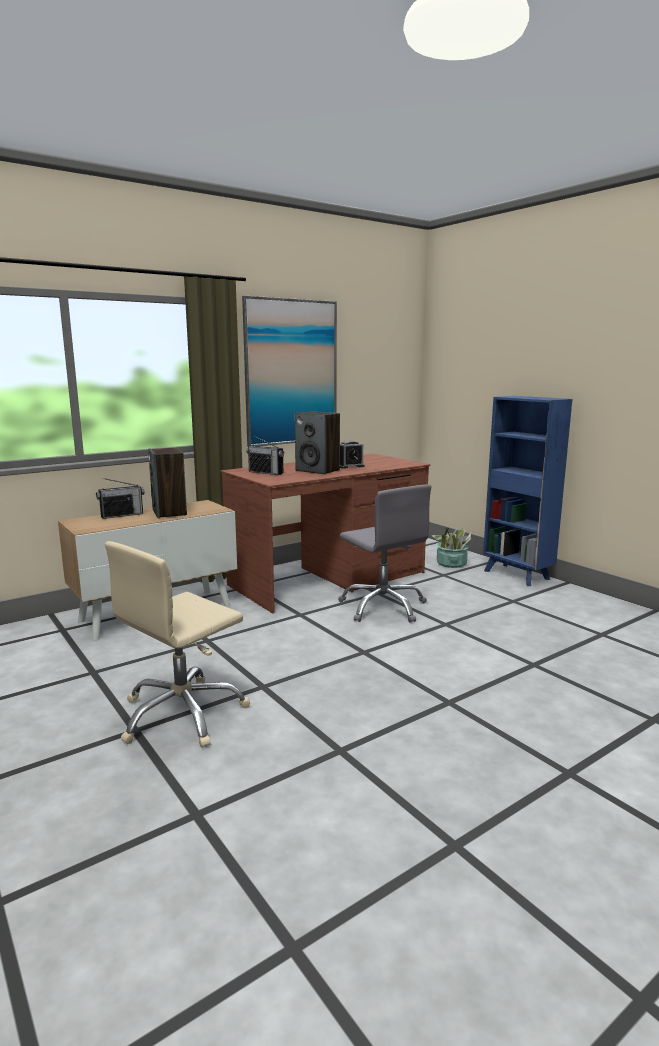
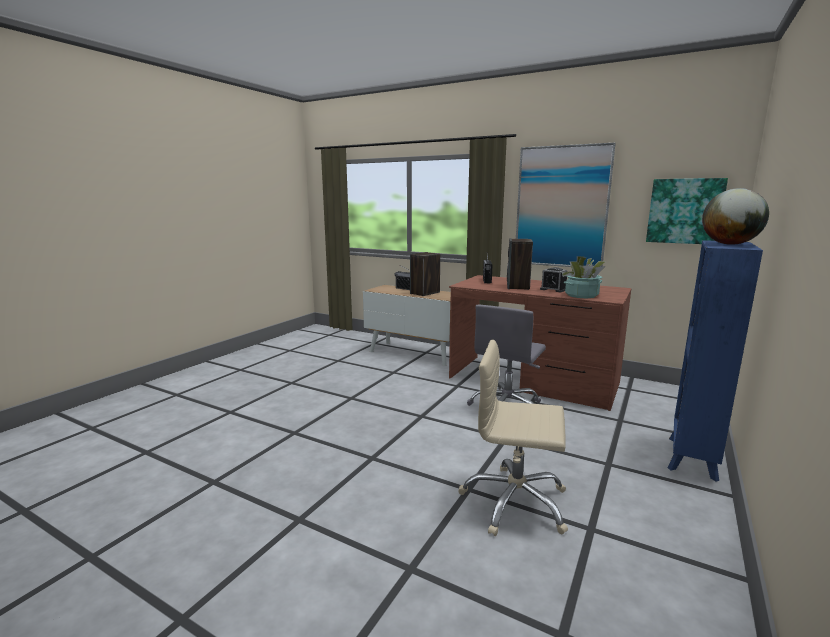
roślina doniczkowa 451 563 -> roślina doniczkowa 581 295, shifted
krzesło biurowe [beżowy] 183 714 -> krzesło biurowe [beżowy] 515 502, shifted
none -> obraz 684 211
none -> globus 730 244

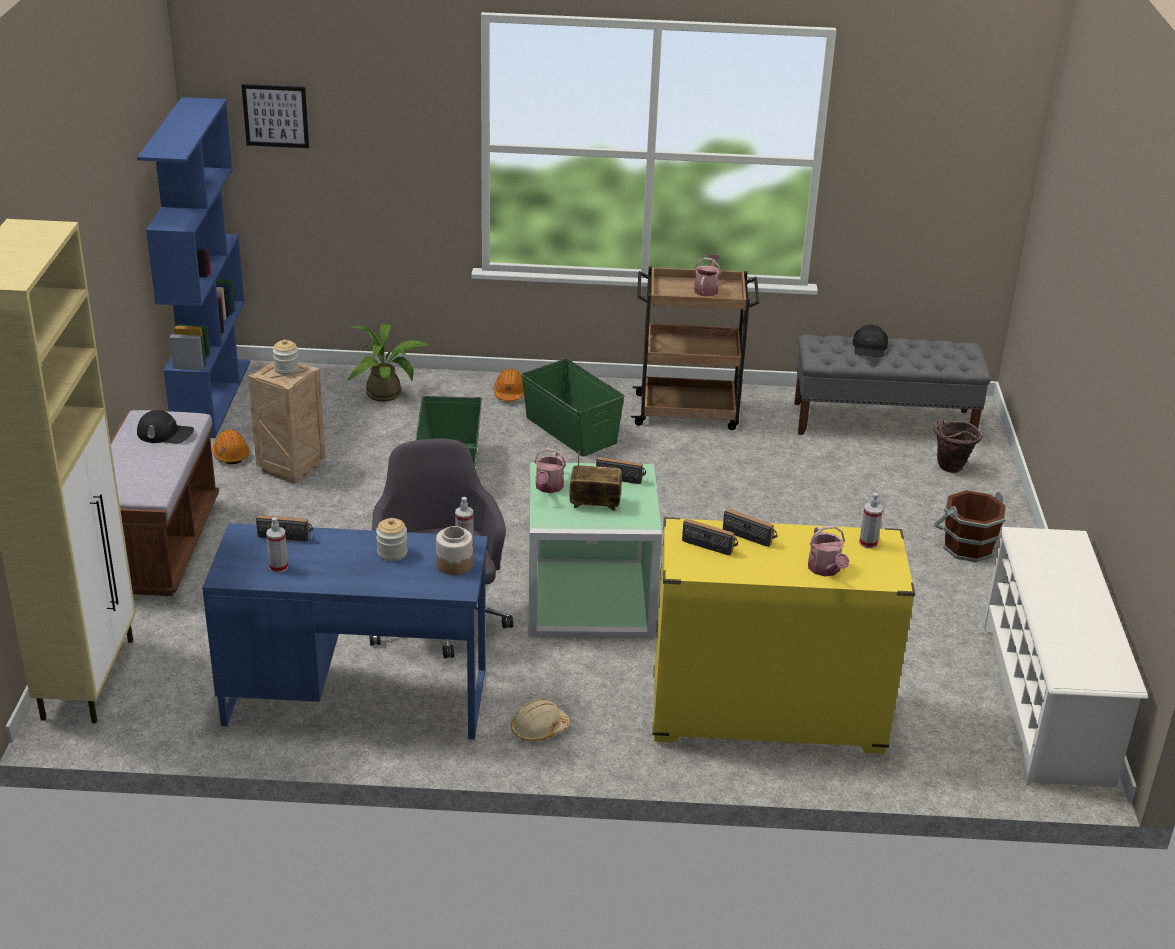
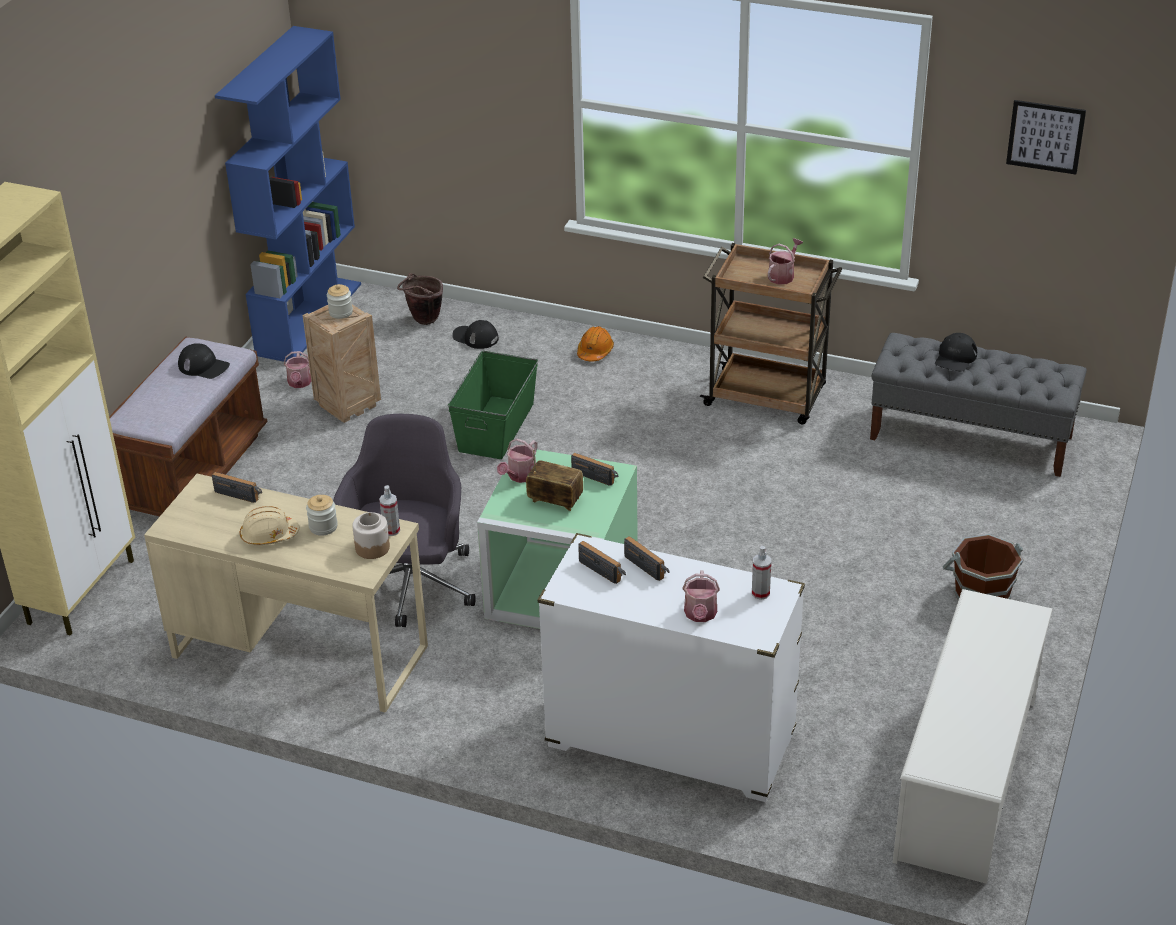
obraz 275 116 -> obraz 1045 136, shifted
roślina doniczkowa 388 394 -> czapka z daszkiem [czarny] 475 337
pojemnik do przechowywania [zielony] 571 429 -> none
wiadro [brązowy] 950 469 -> wiadro [brązowy] 423 321, shifted
kask [pomarańczowy] 231 454 -> konewka 299 383
spryskiwacz 278 567 -> none
komoda [żółty] 766 716 -> komoda [biały] 670 741
biurko [niebieski] 355 697 -> biurko [beżowy] 299 651
kask [beżowy] 539 729 -> kask [beżowy] 269 535, shifted

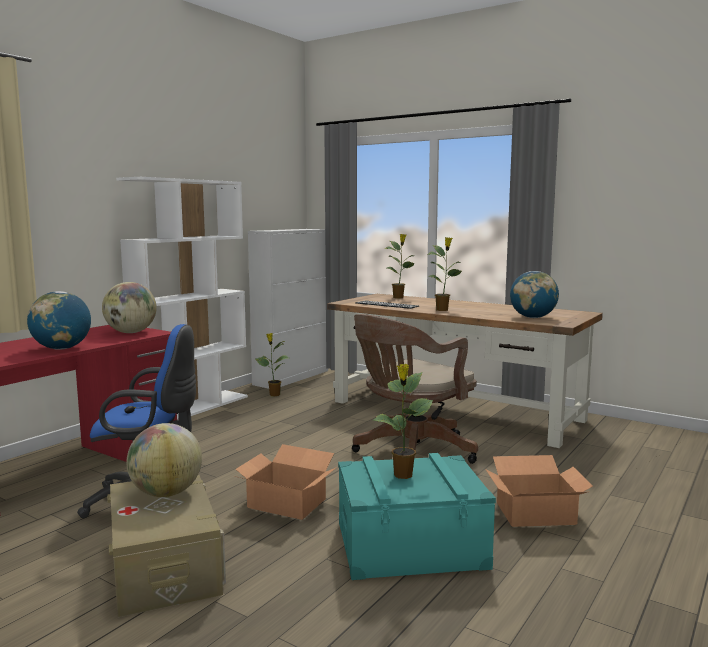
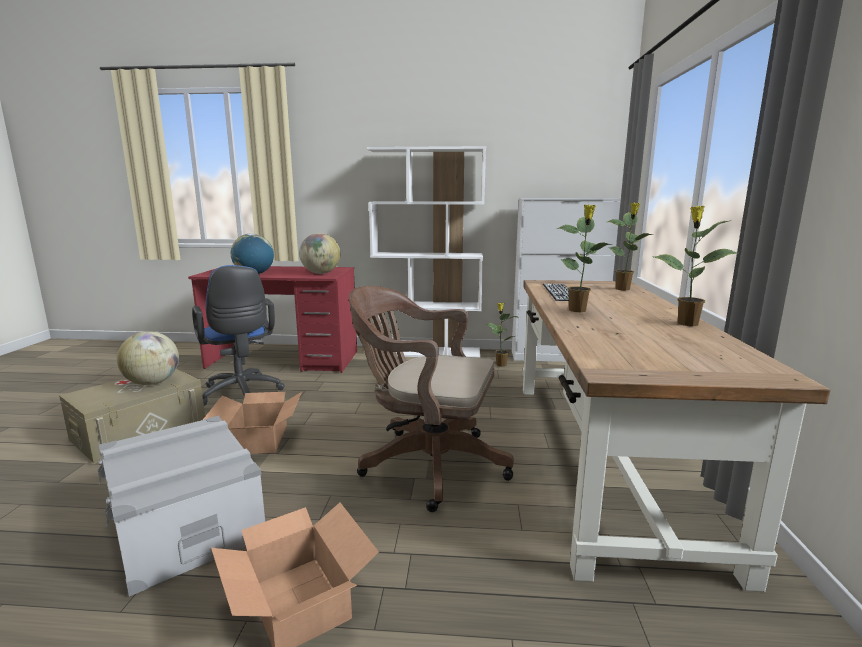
globus 533 317 -> none
roślina doniczkowa 403 475 -> roślina doniczkowa 686 323, shifted
pojemnik do przechowywania [turkusowy] 410 544 -> pojemnik do przechowywania [szary] 186 523

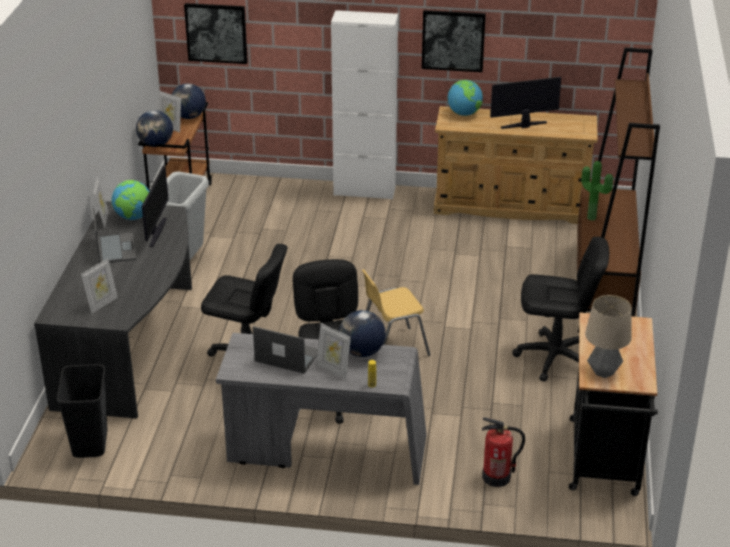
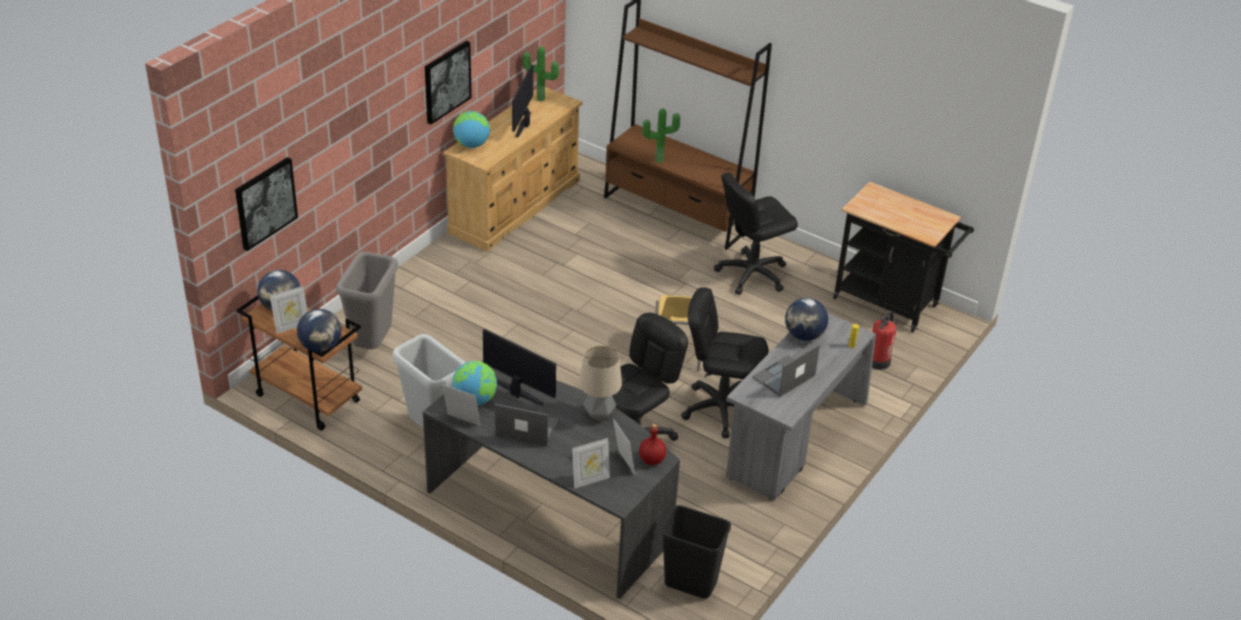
szafka [biały] 364 191 -> none
krzesło biurowe [czarny] 555 358 -> krzesło biurowe [czarny] 751 274, 150 degrees counterclockwise
lampa stołowa 603 372 -> lampa stołowa 599 415, shifted
ramka na zdjęcie 333 370 -> ramka na zdjęcie 590 480, shifted
none -> roślina doniczkowa 540 100
none -> kosz na śmieci [szary] 372 345
none -> butelka [czerwony] 652 459

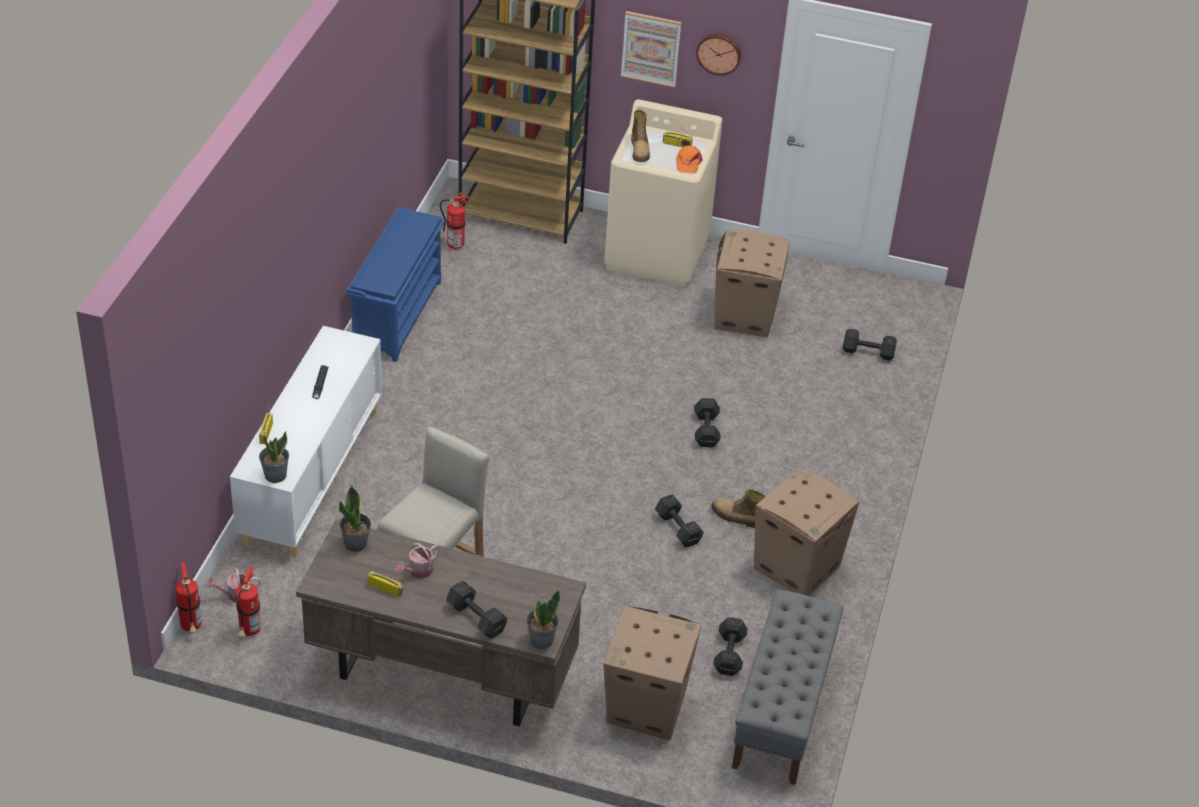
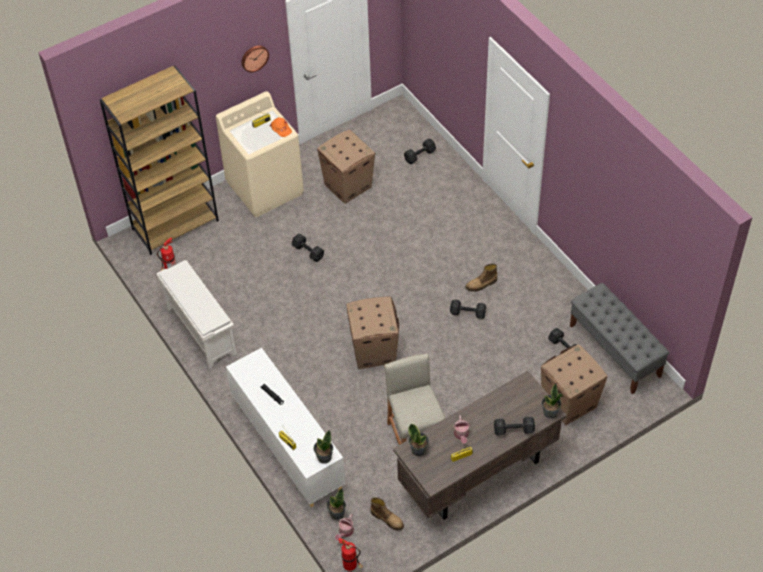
obraz 651 48 -> none
but z cholewką 640 150 -> but z cholewką 387 519, shifted
regał na buty [niebieski] 397 315 -> regał na buty [biały] 200 330
hantel [czarny] 705 431 -> hantel [czarny] 308 252, shifted
karton 797 567 -> karton 374 350, shifted
gaśnica 249 632 -> none
none -> roślina doniczkowa 337 513

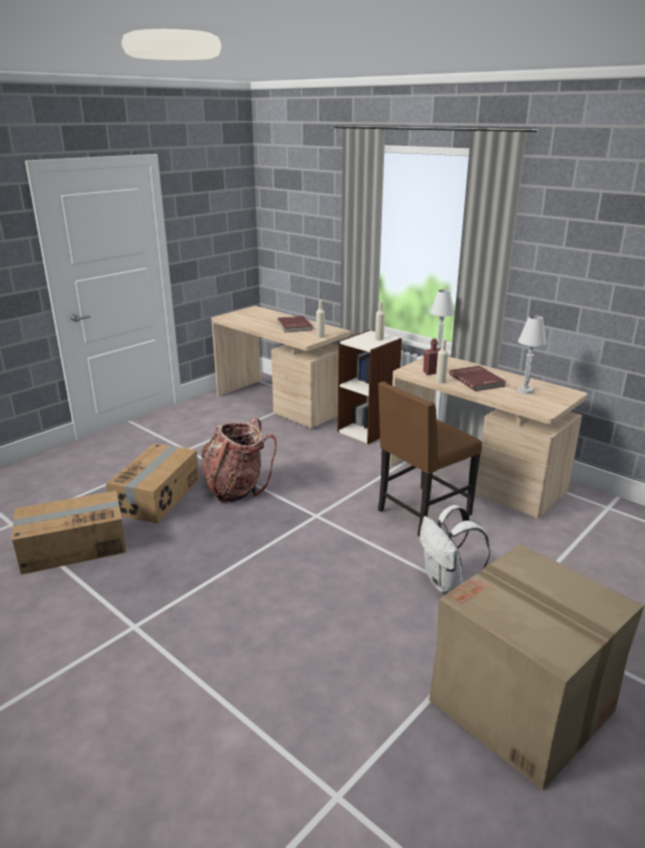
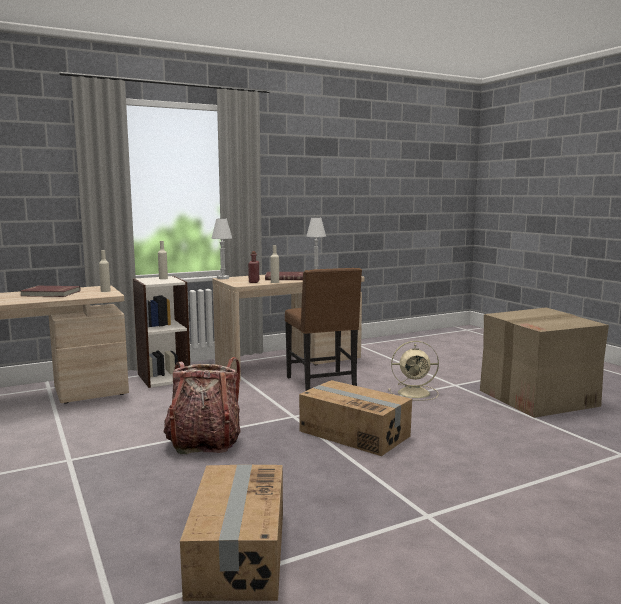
karton 158 496 -> karton 354 433, shifted
plecak [biały] 446 582 -> wentylator [beżowy] 415 393

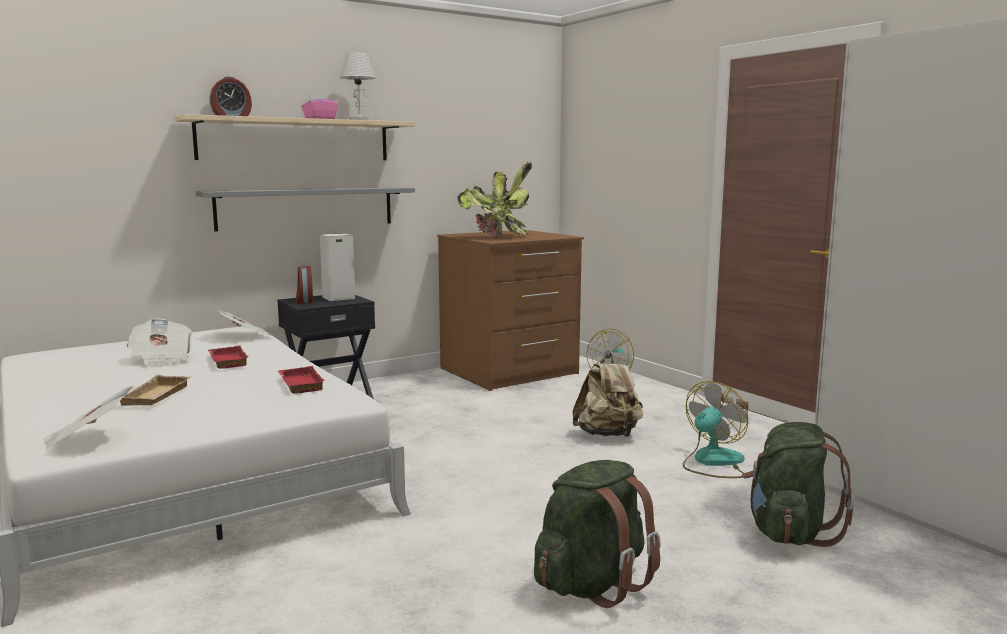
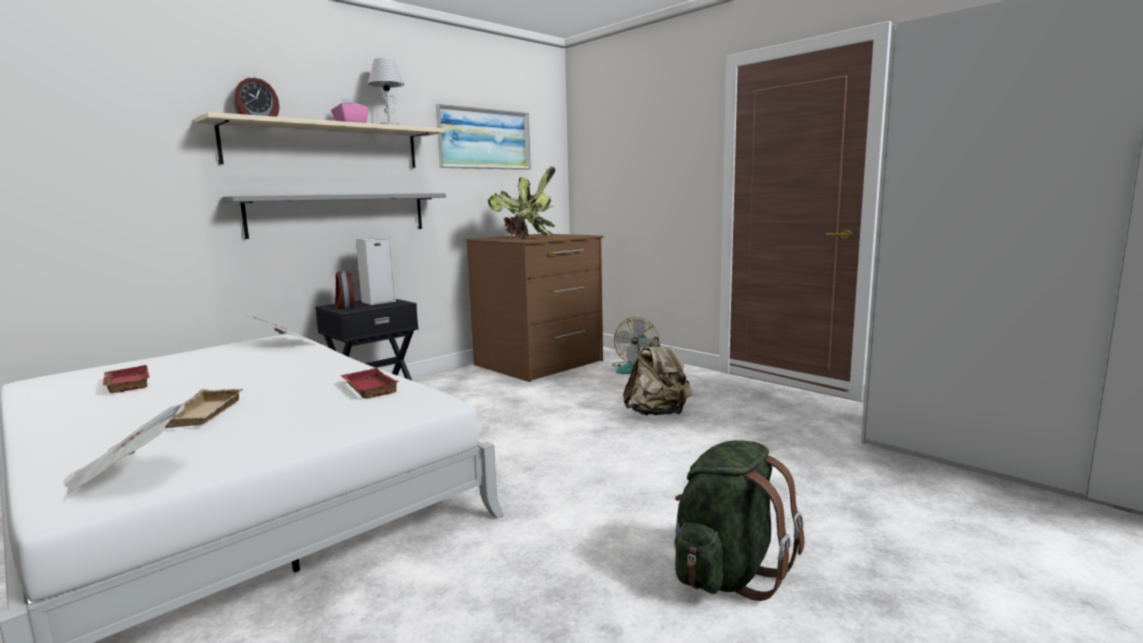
gazeta 161 359 -> none
taca [czerwony] 226 361 -> taca [czerwony] 125 384, shifted
wentylator 712 462 -> none
plecak [zielony] 788 533 -> none
none -> obraz 484 139

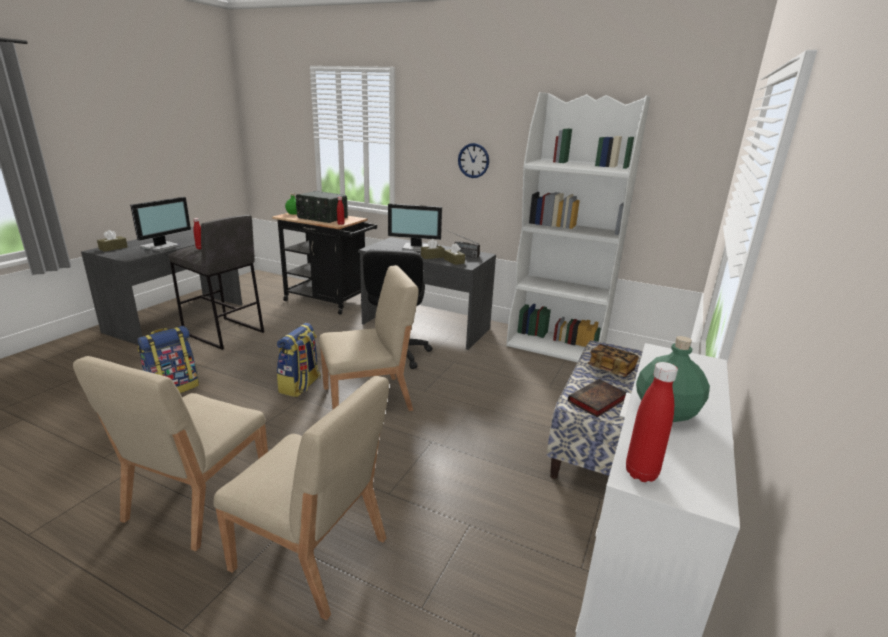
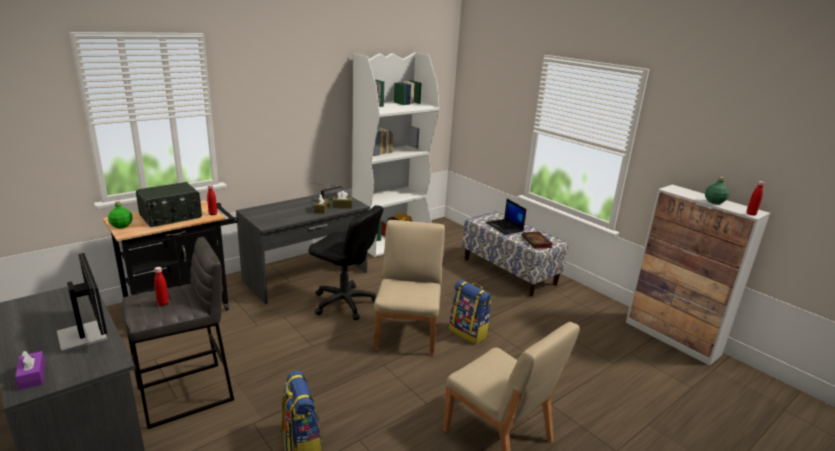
zegar ścienny 473 160 -> none
monitor 416 248 -> none
pudełko chusteczek [brązowy] 113 248 -> pudełko chusteczek [fioletowy] 32 376
plecak 300 386 -> plecak 469 332, shifted
książka 611 369 -> laptop 505 227
krzesło [beżowy] 311 555 -> none

